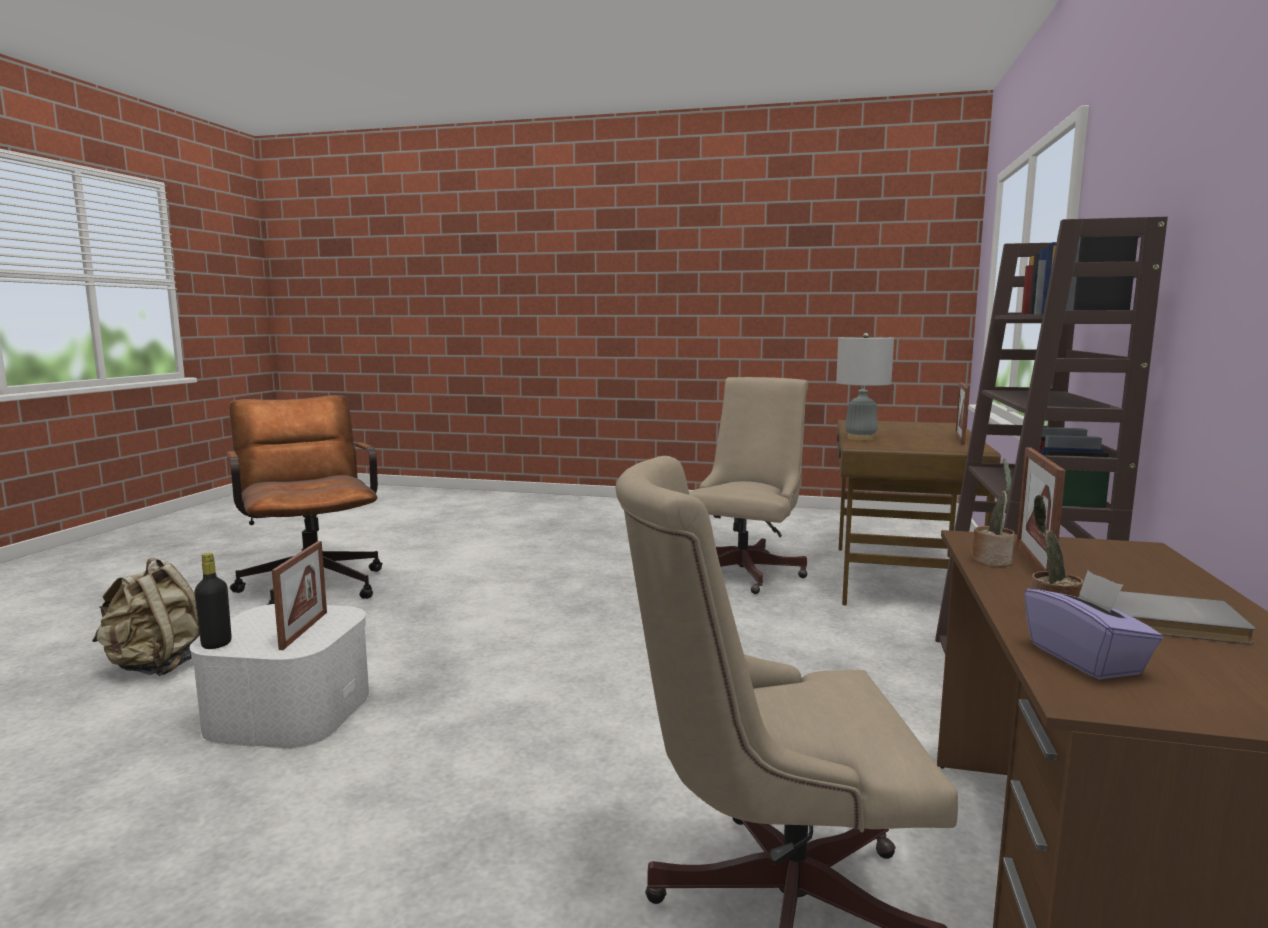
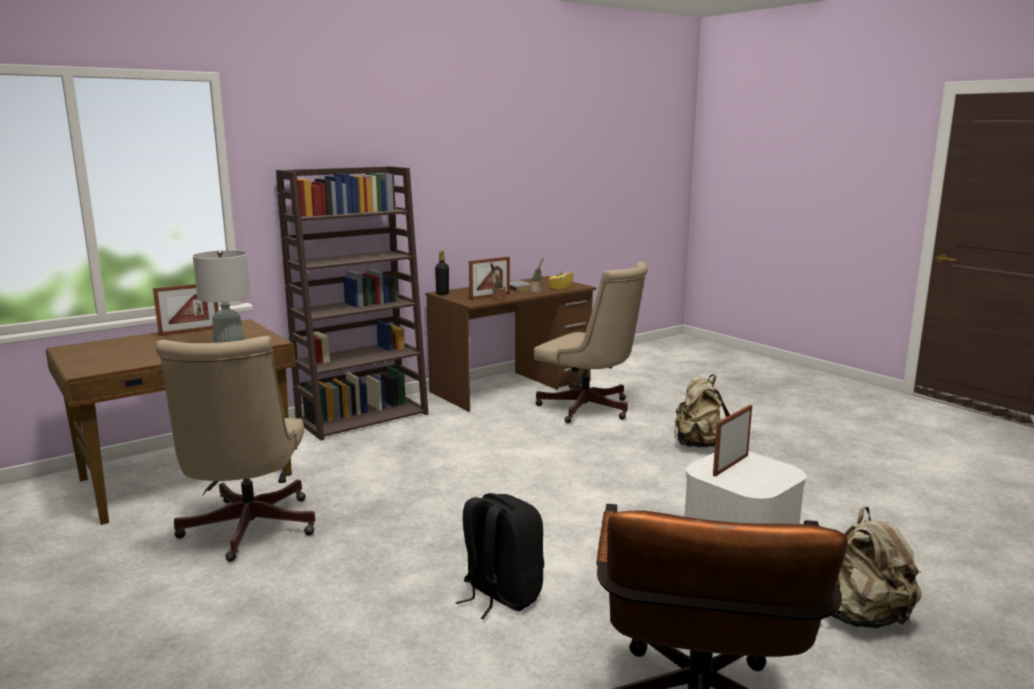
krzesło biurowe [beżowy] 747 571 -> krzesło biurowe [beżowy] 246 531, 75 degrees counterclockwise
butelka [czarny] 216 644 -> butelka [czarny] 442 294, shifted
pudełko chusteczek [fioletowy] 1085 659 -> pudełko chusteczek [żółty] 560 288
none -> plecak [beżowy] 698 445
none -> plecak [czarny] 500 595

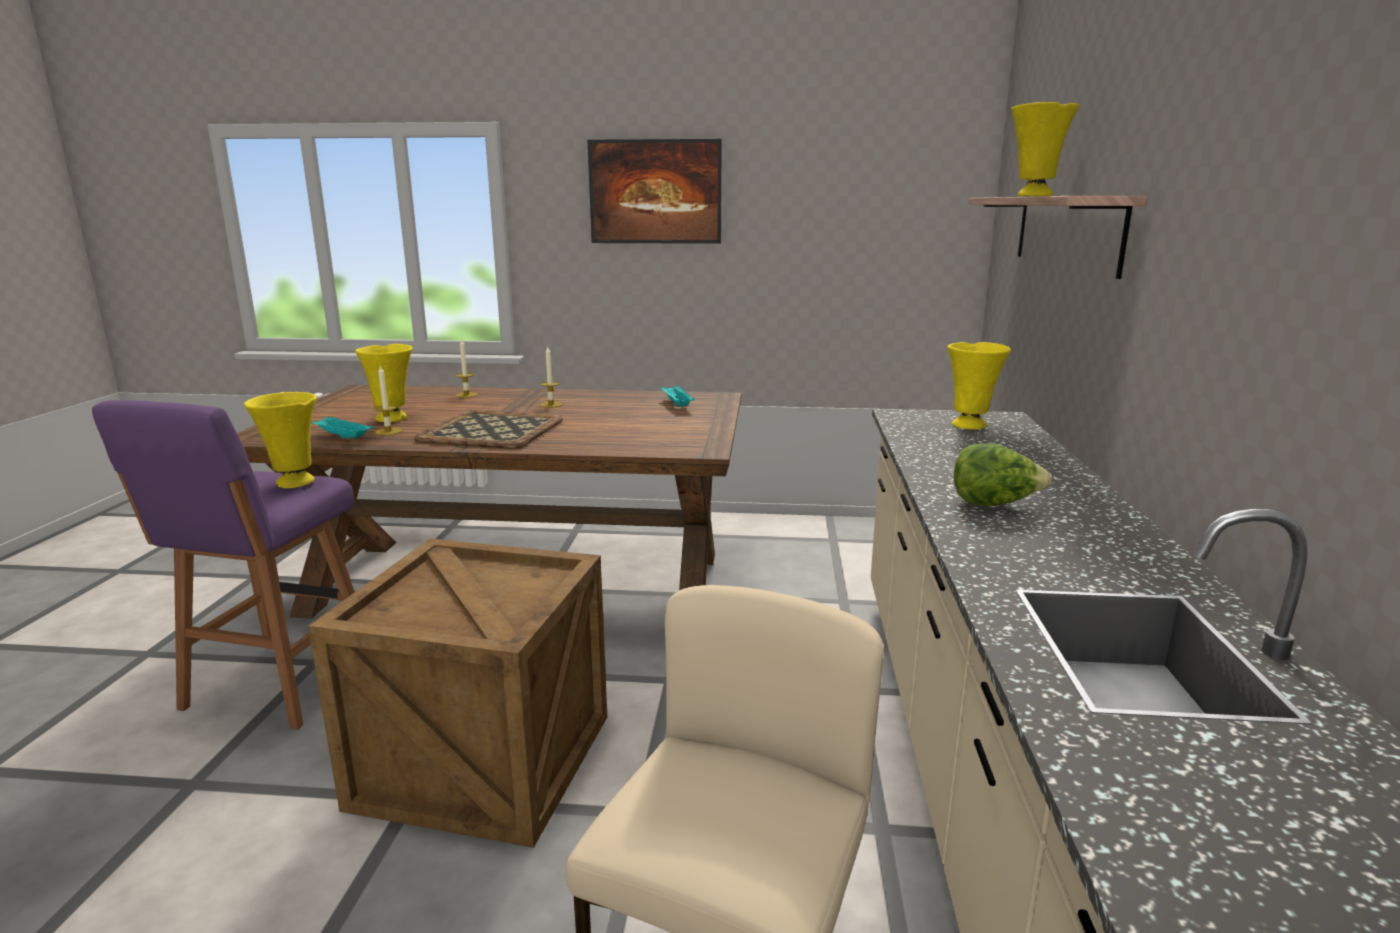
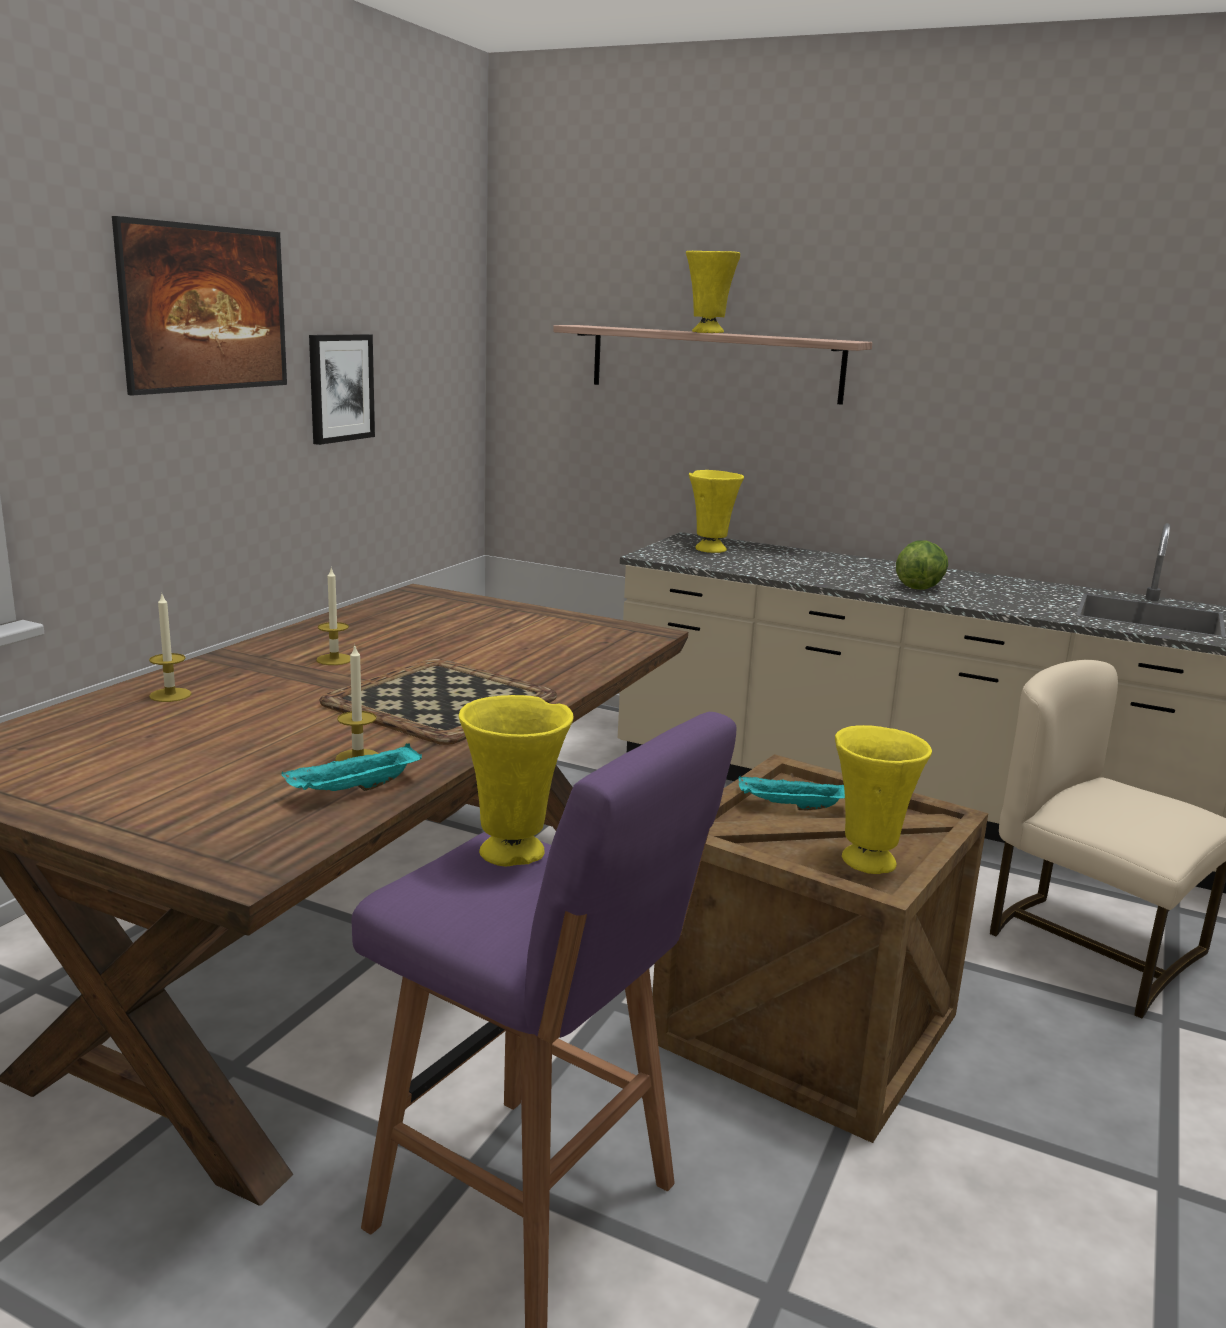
wazon [żółty] 393 418 -> wazon [żółty] 867 860, shifted
taca [turkusowy] 676 404 -> taca [turkusowy] 791 807, shifted
none -> obraz 340 388

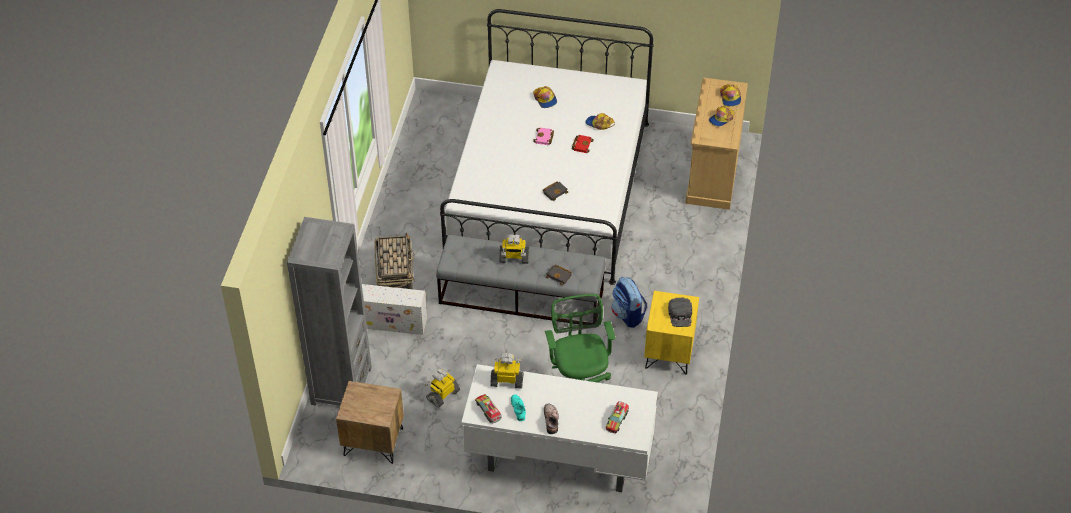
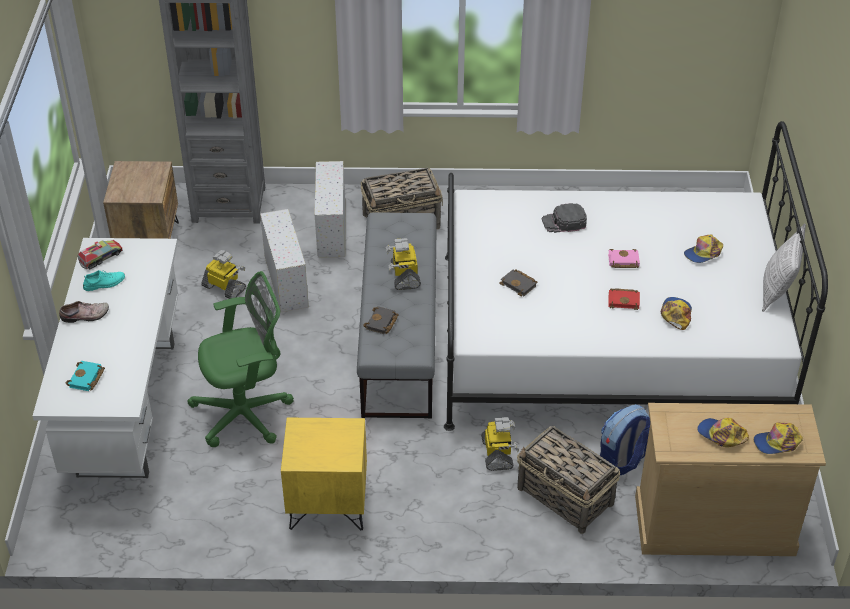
plecak 628 315 -> plecak 621 461, shifted
czapka z daszkiem [czarny] 680 314 -> czapka z daszkiem [czarny] 564 222, shifted
robot zabawkowy 507 380 -> robot zabawkowy 498 454, shifted
ciężarówka zabawkowa 617 420 -> książka [turkusowy] 86 379
none -> pojemnik do przechowywania [biały] 285 280
none -> poduszka 777 291
none -> koszyk 566 497

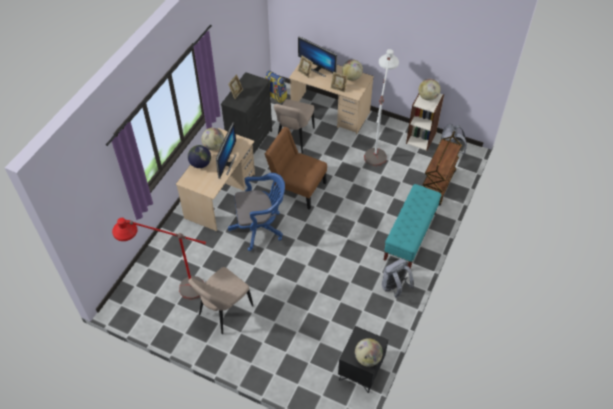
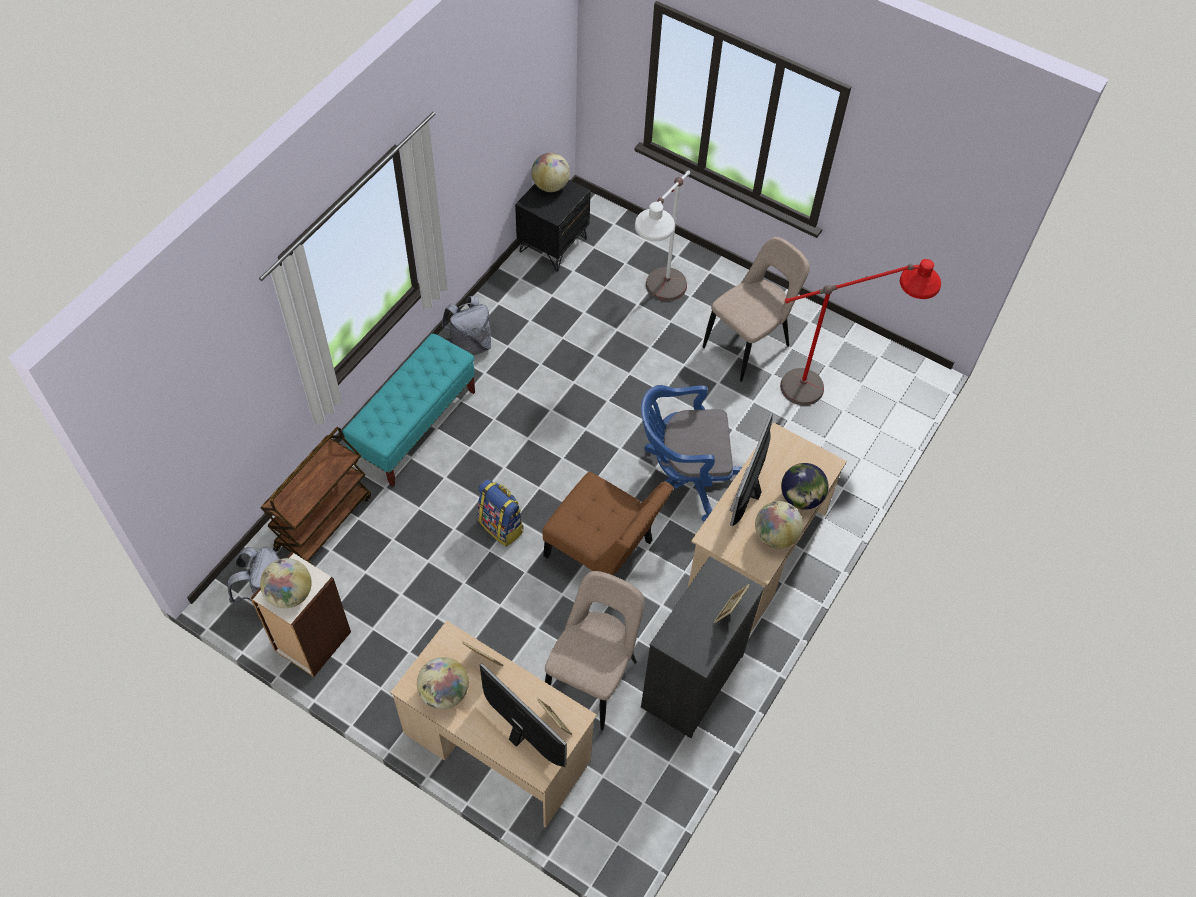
lampa stojąca [biały] 377 145 -> lampa stojąca [biały] 657 306, shifted
plecak 275 96 -> plecak 502 526, shifted

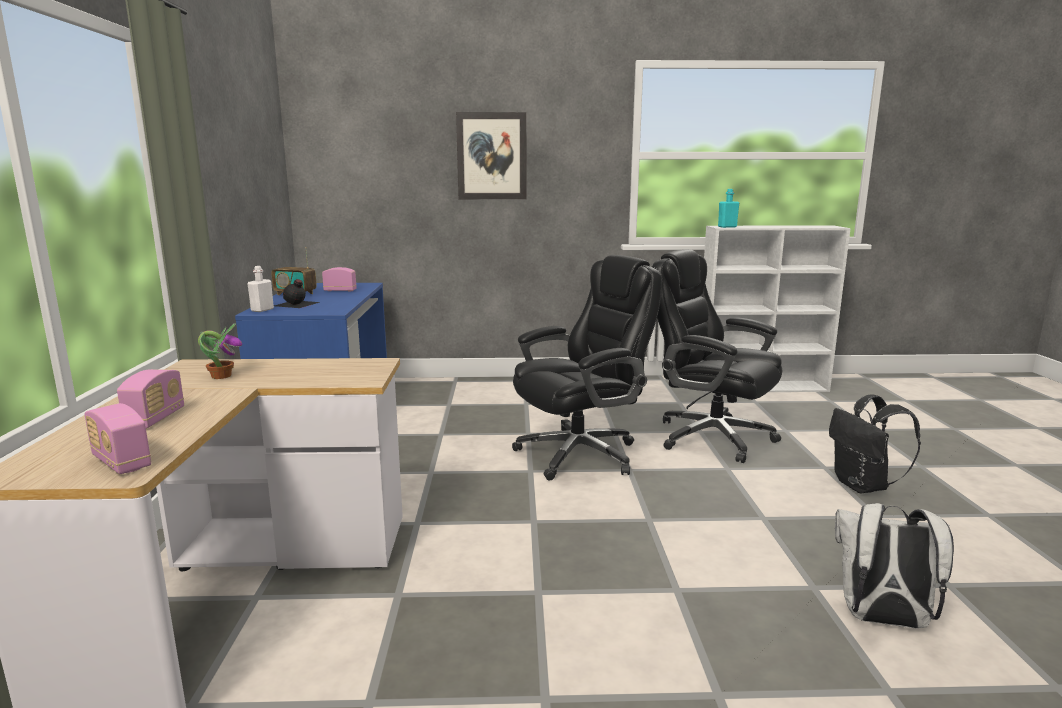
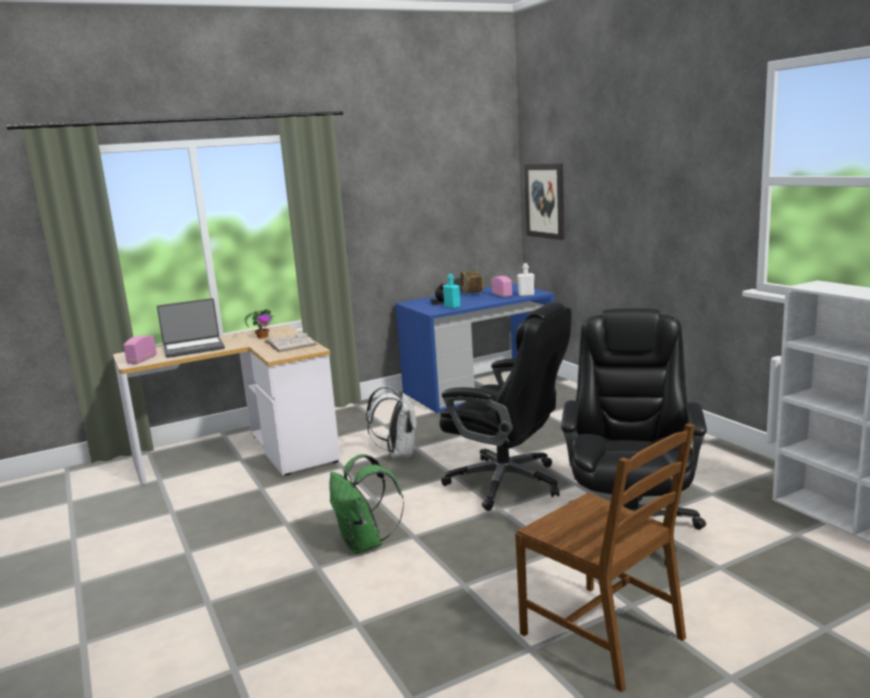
obraz 492 156 -> obraz 545 201, shifted
butelka [turkusowy] 727 227 -> butelka [turkusowy] 452 307, shifted
butelka [biały] 262 310 -> butelka [biały] 526 295, shifted
radio 155 419 -> laptop 194 348
plecak [czarny] 863 486 -> krzesło [brązowy] 604 635
plecak [biały] 881 620 -> plecak [biały] 398 454, shifted
none -> książka [biały] 290 343
none -> plecak [zielony] 365 544

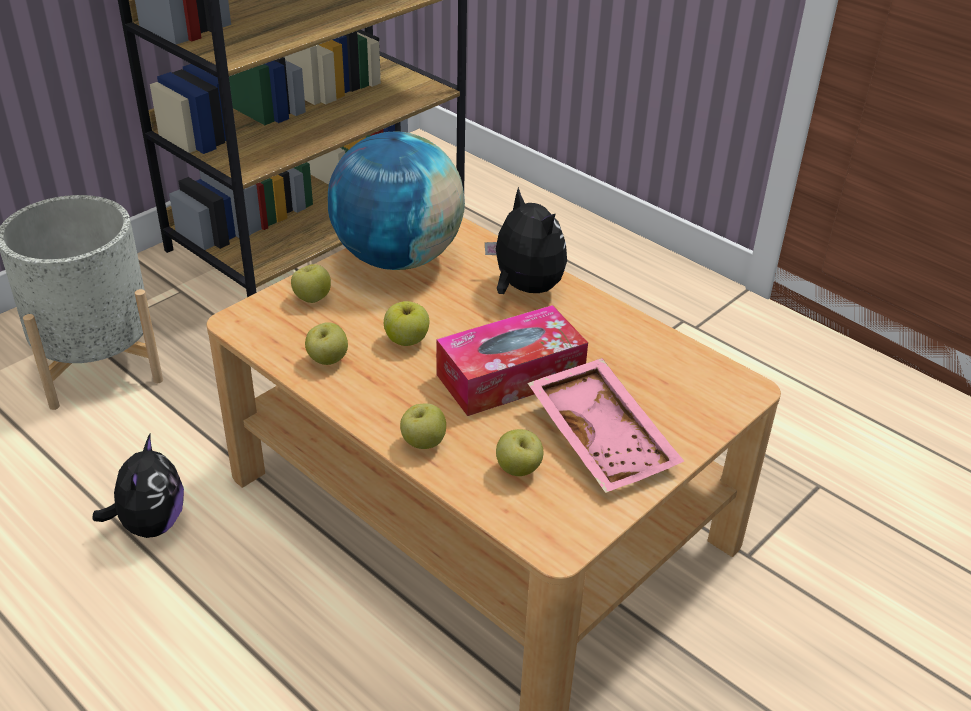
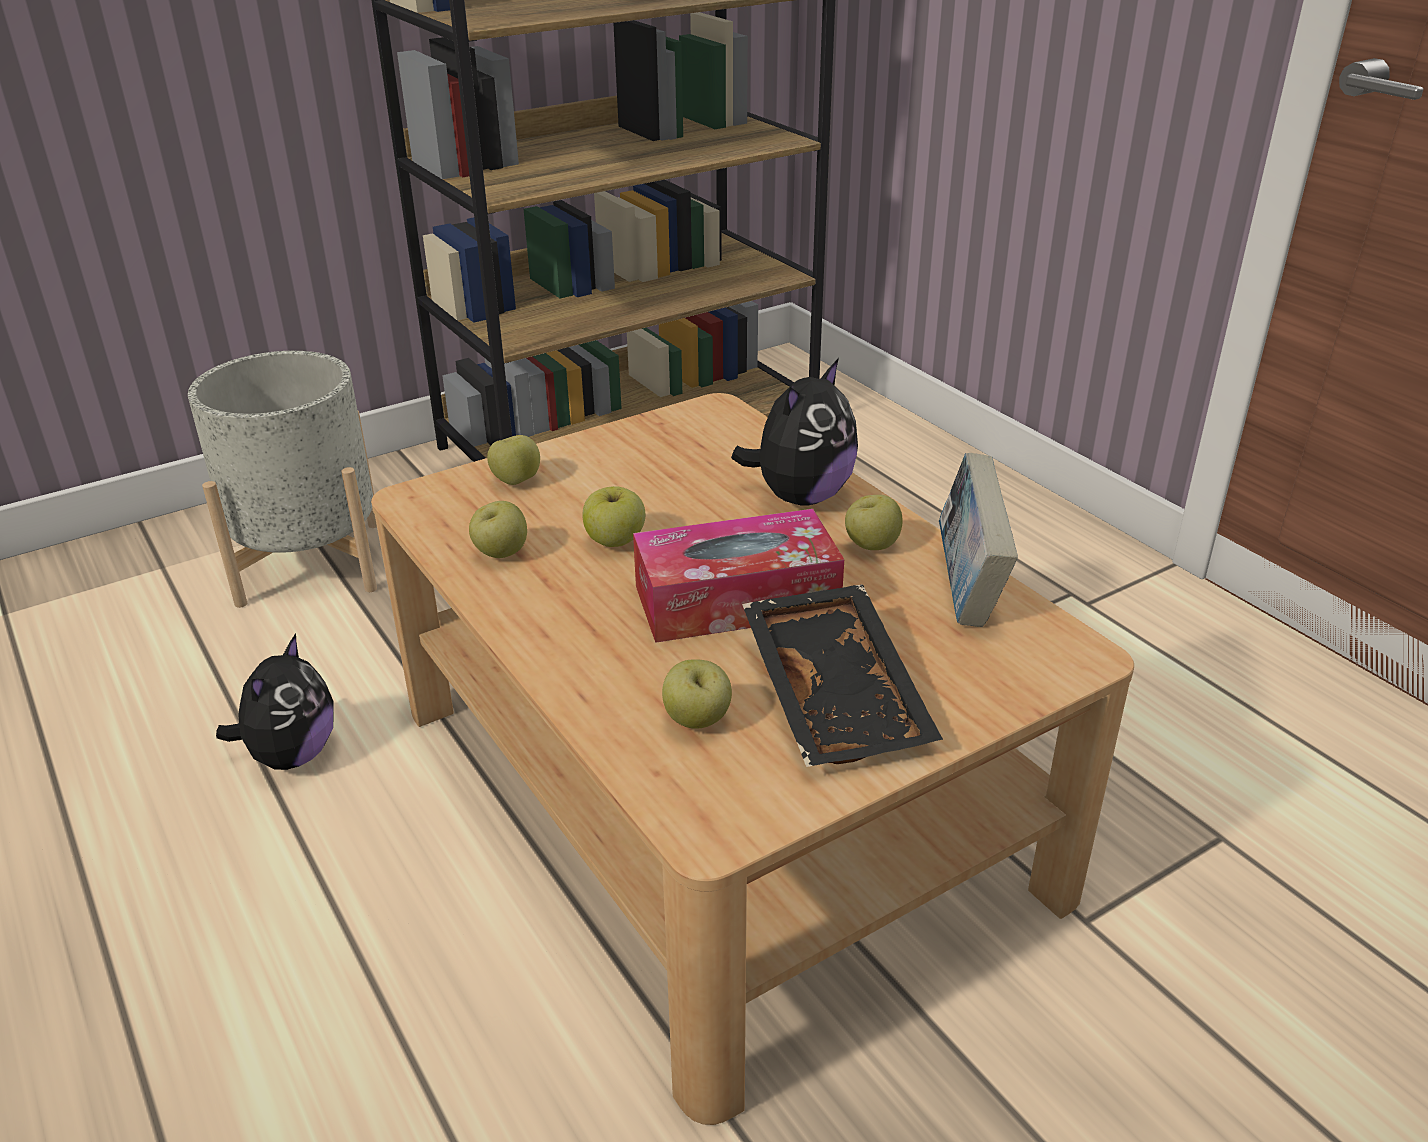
globus 397 258 -> none
pluszak 524 289 -> pluszak 800 496, 60 degrees clockwise
taca [różowy] 604 438 -> taca [czarny] 839 695
jabłko 423 443 -> jabłko 871 546, shifted
none -> książka 968 590

